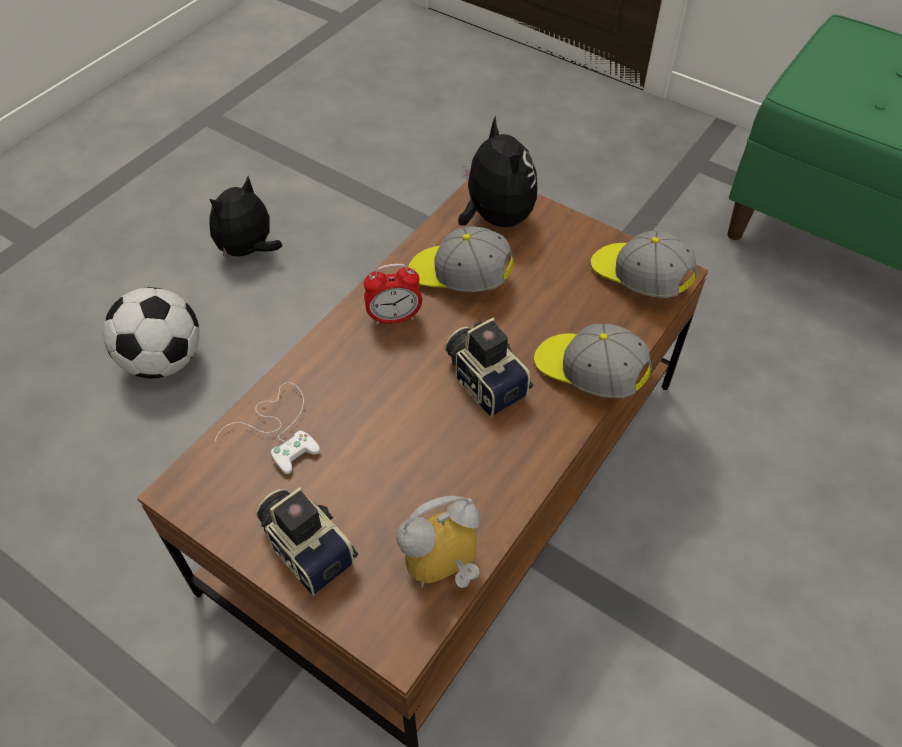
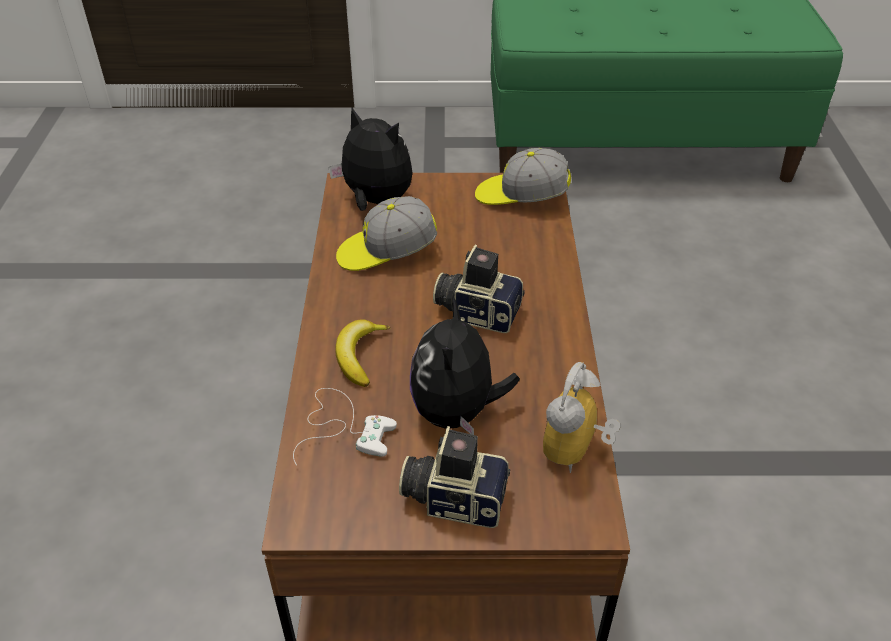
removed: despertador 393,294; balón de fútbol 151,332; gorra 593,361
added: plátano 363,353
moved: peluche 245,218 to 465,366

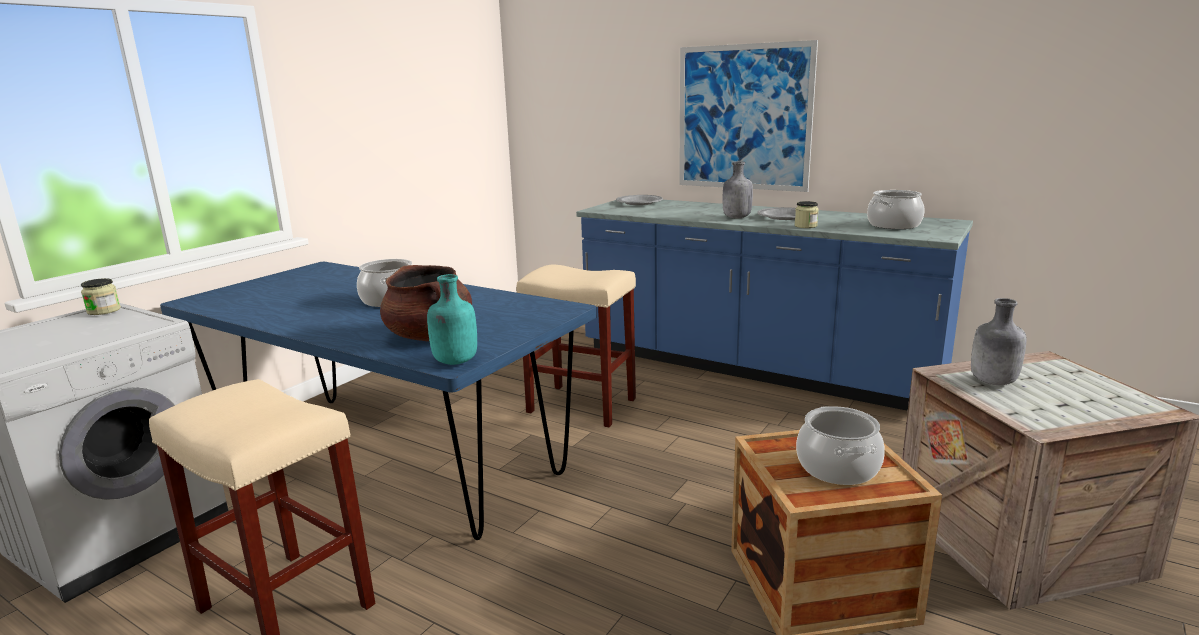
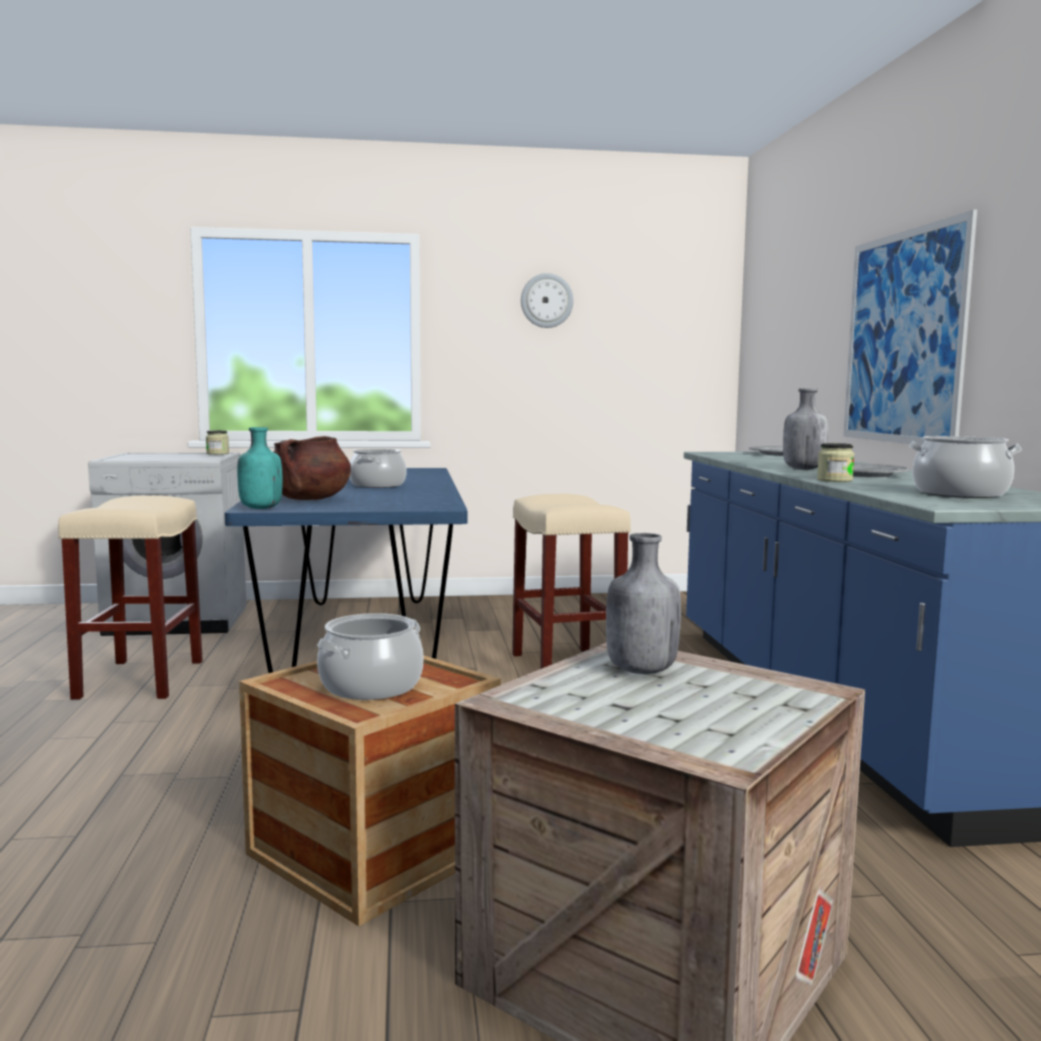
added: reloj de pared 547,300

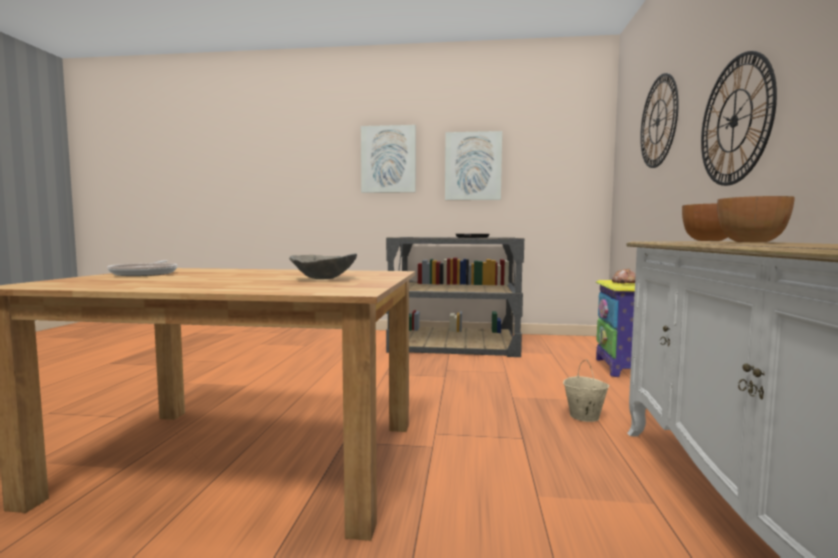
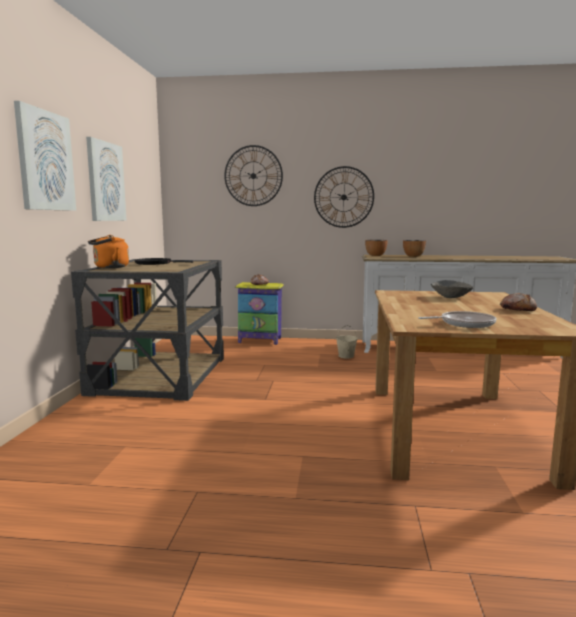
added: hervidor (naranja) 108,251; pan 518,302

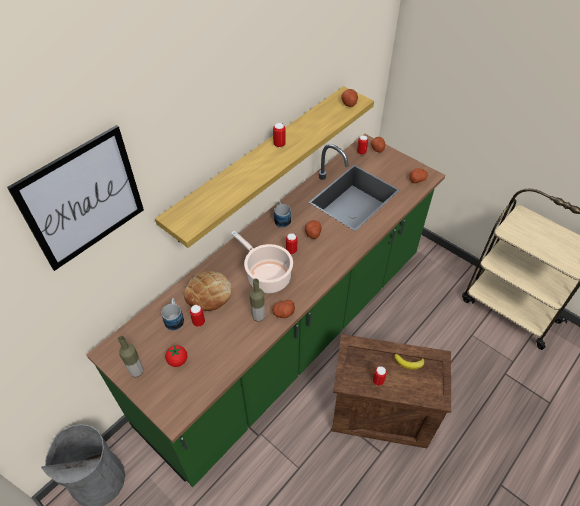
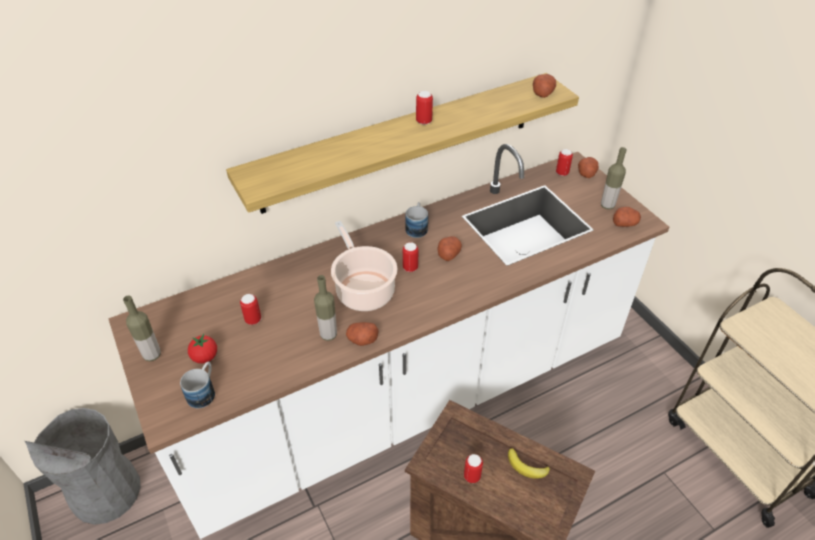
removed: cuadro 75,198; pan 208,291
added: botella 613,178
moved: taza grande 172,314 to 197,385
recoloured: mueble bajo de cocina (verde) 265,310 to mueble bajo de cocina (blanco) 388,341

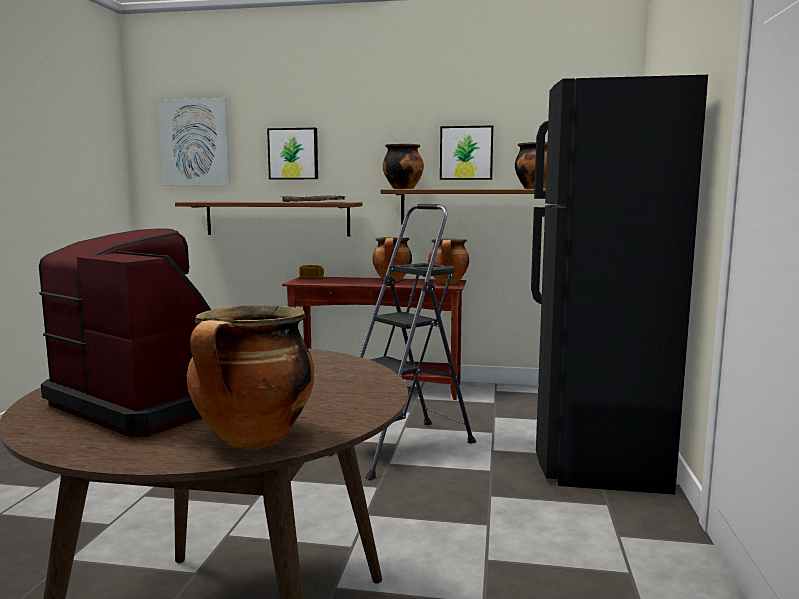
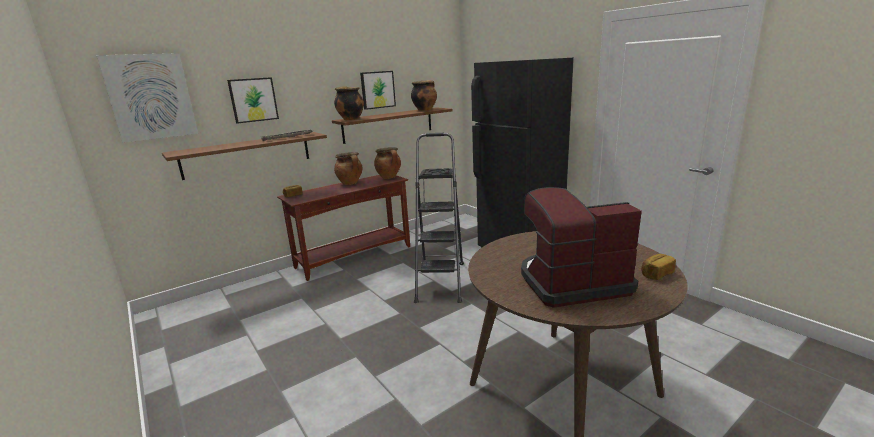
replaced: olla 250,377 to pan 658,267

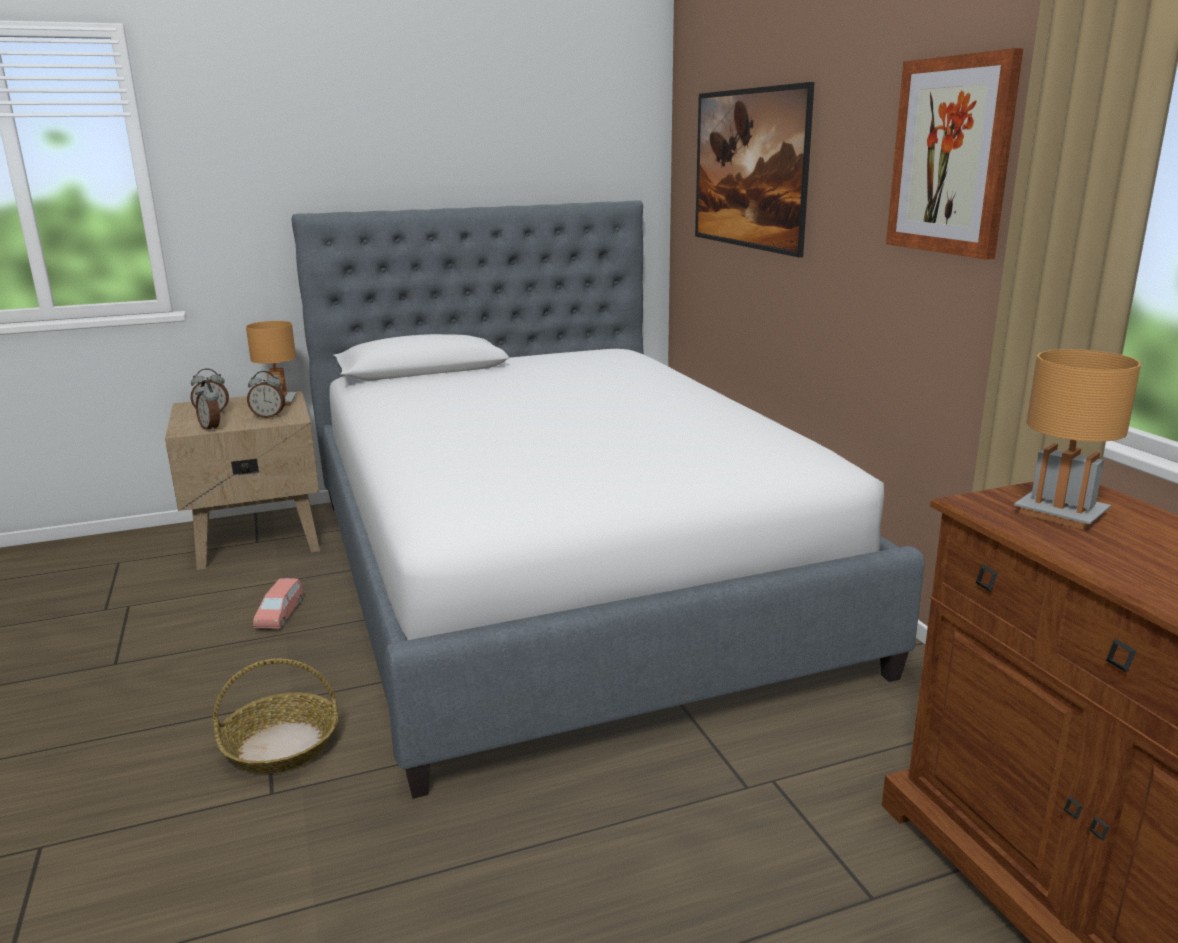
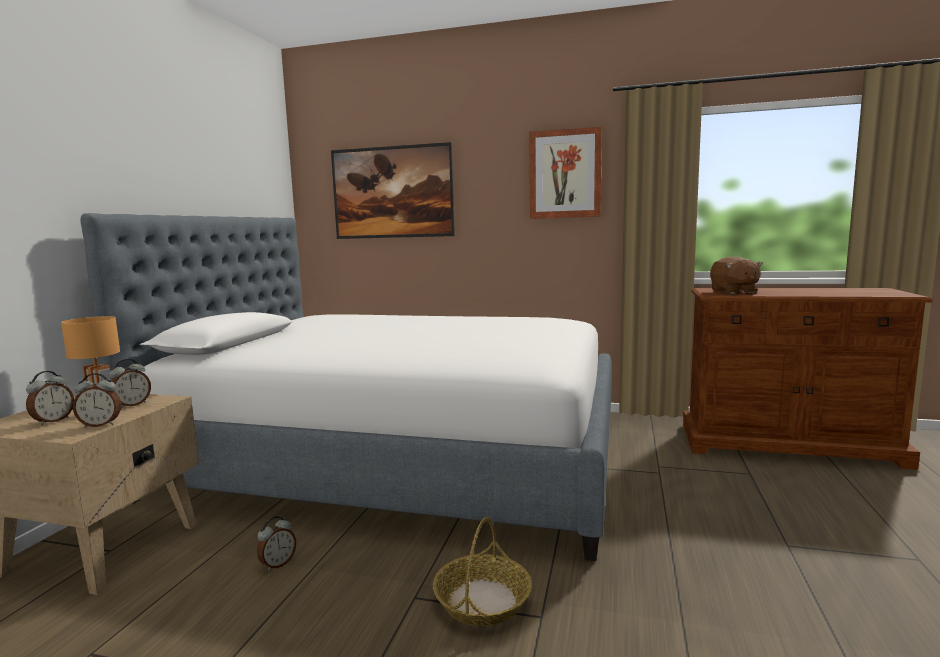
replaced: lámpara de mesa (marrón) 1077,439 to peluche (marrón) 736,275; coche de juguete (rosa) 278,603 to despertador 276,543

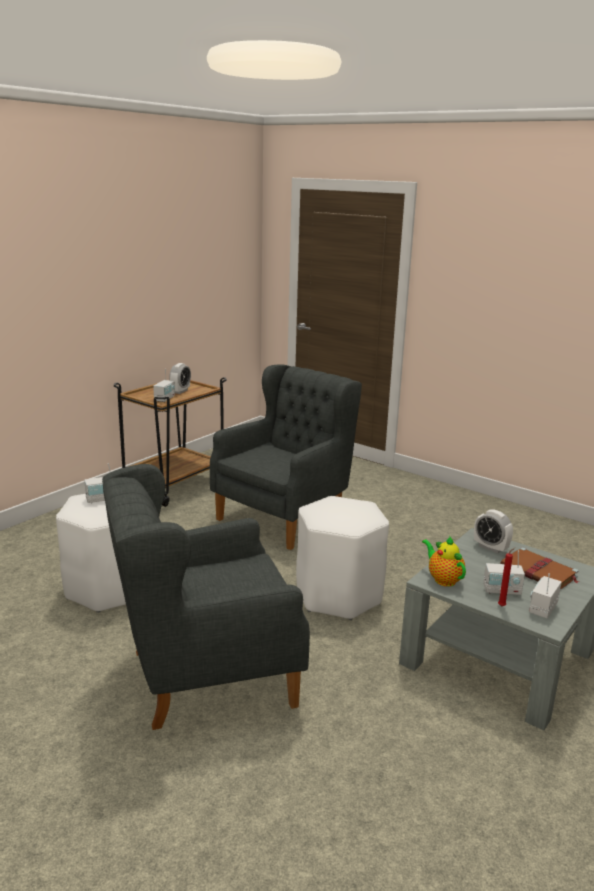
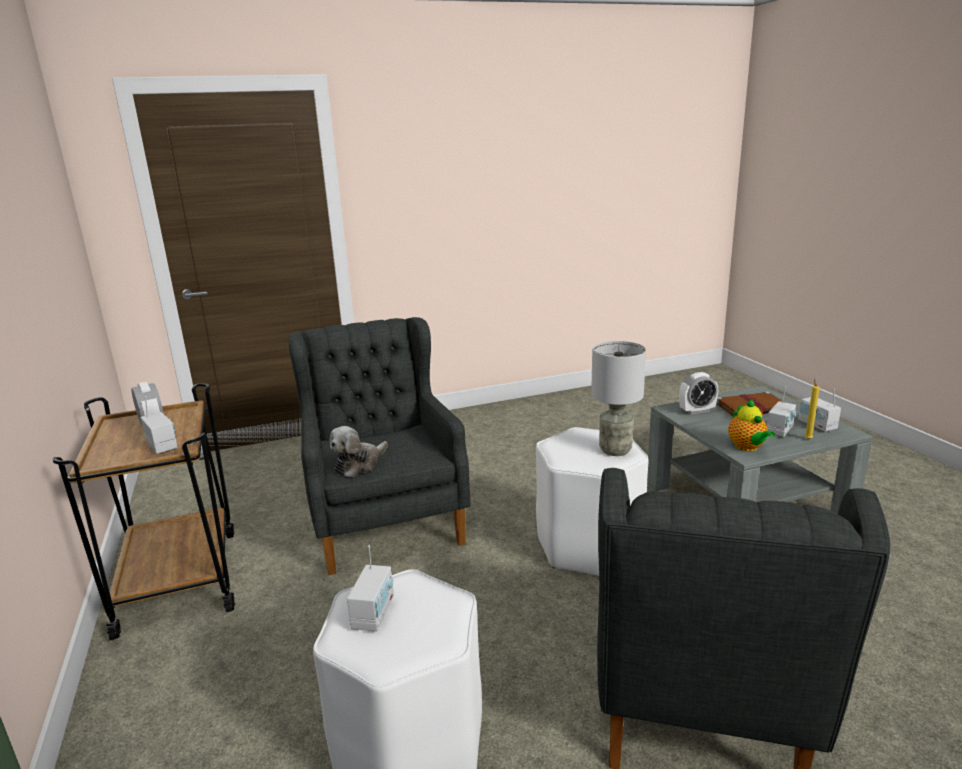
added: lámpara de mesa (gris) 618,398; peluche 358,452
recoloured: vela (rojo) 506,577 to vela (amarillo) 812,409
turned: tetera 444,561 = 751,425 105 degrees counterclockwise

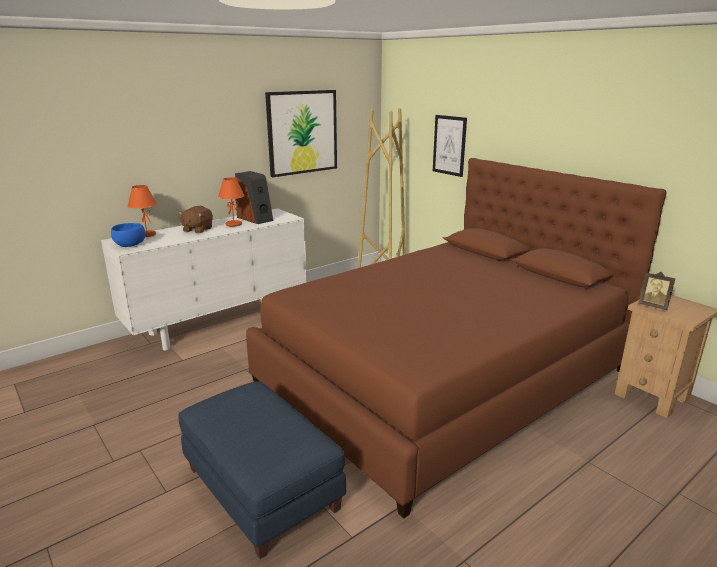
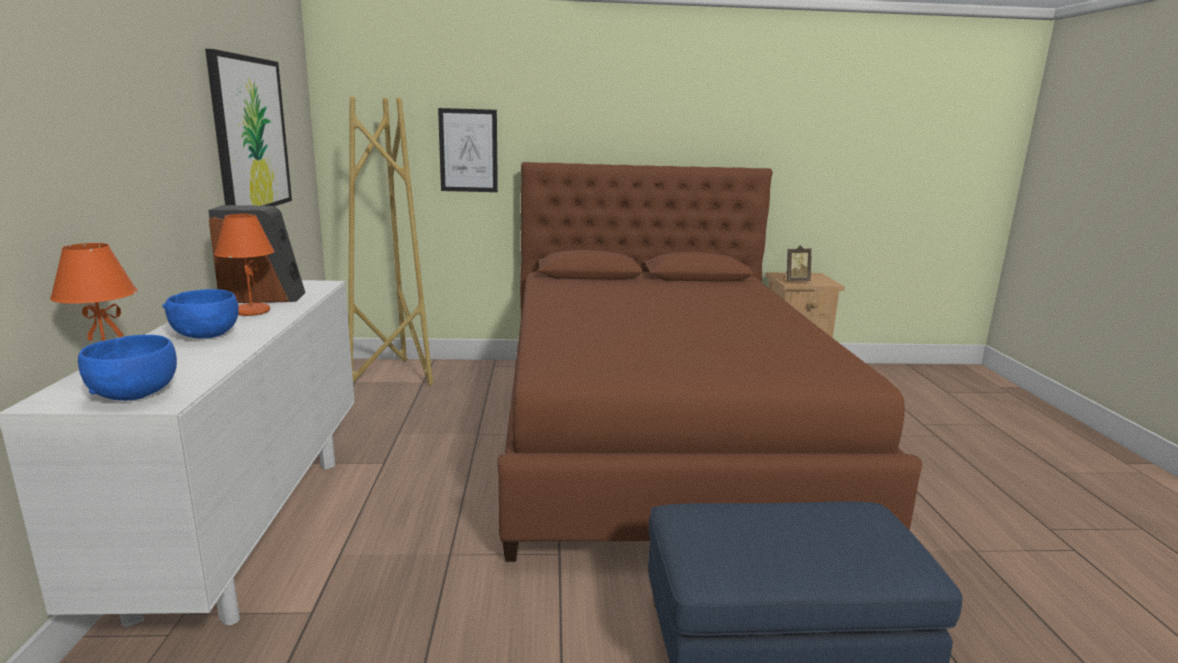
replaced: peluche (marrón) 195,220 to cuenco (azul) 201,313

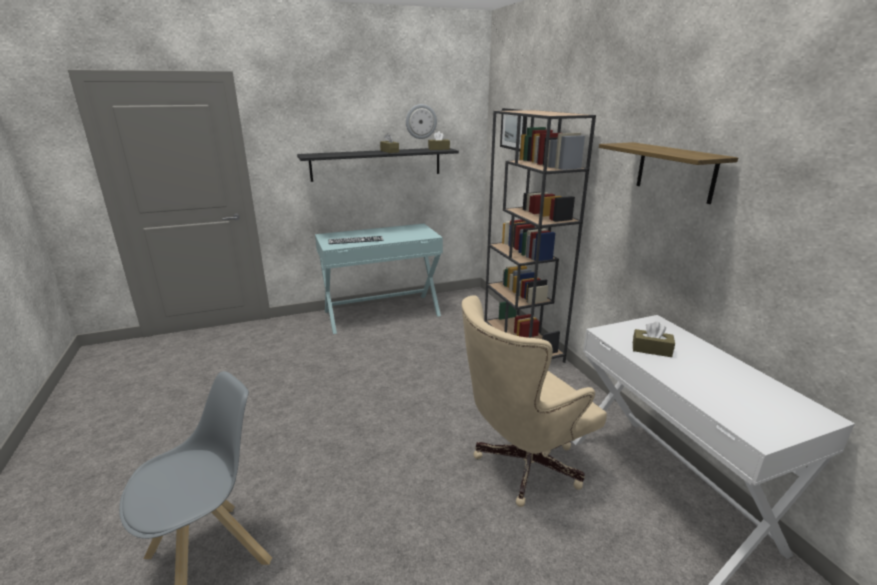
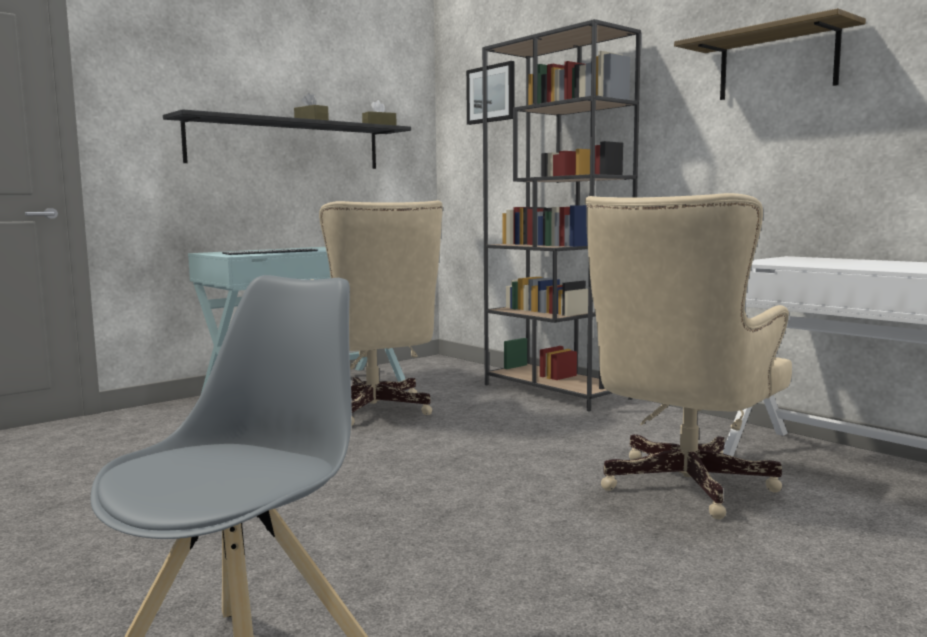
removed: reloj de pared 421,121; caja de pañuelos (marrón) 654,339
added: silla de oficina (beis) 376,313

